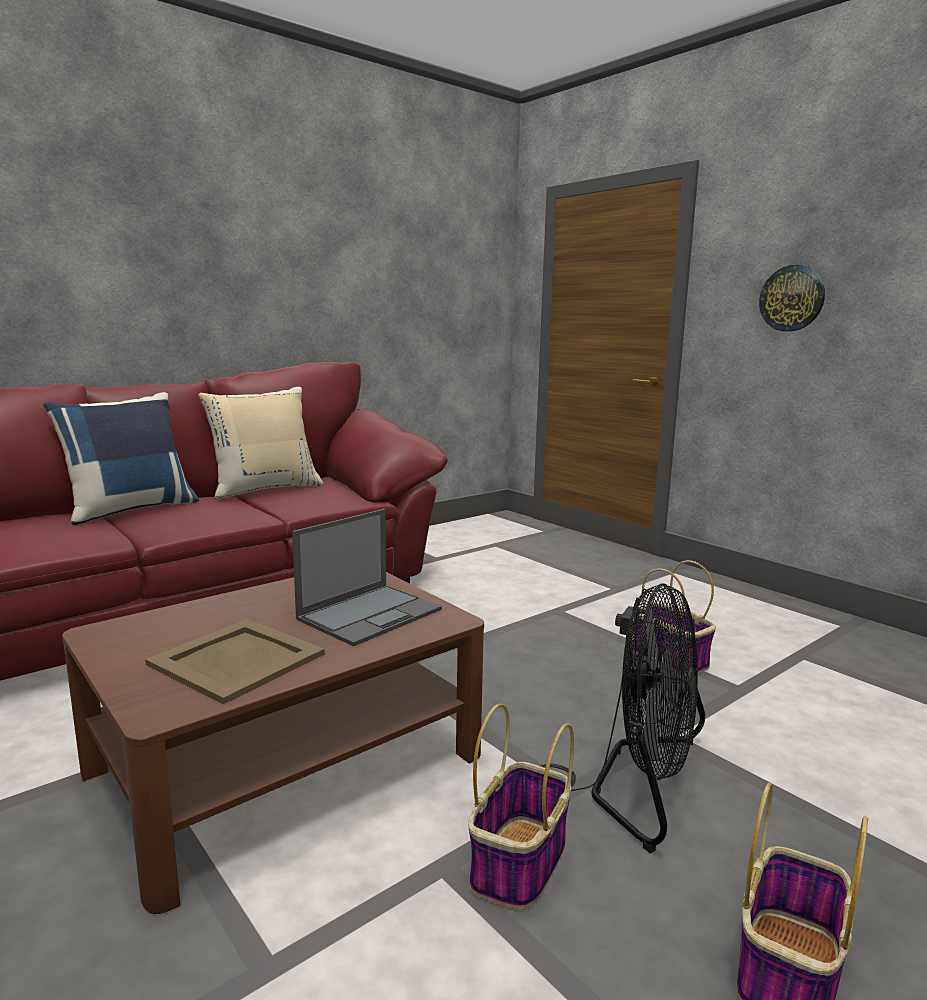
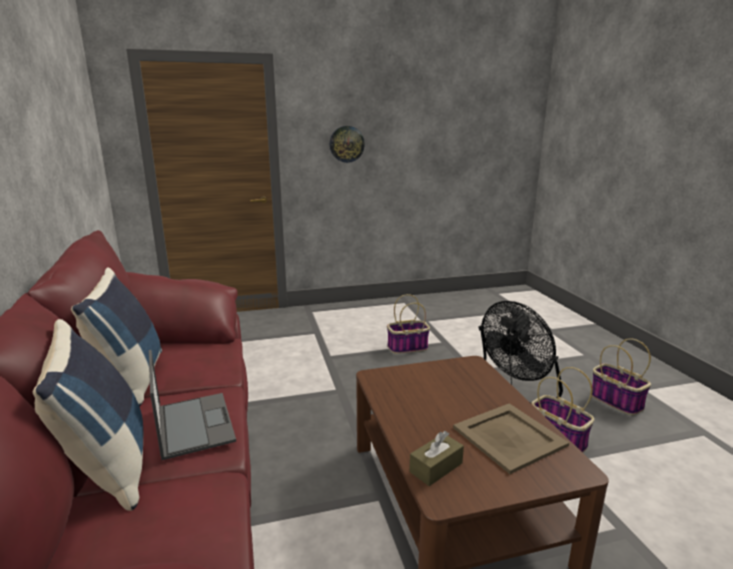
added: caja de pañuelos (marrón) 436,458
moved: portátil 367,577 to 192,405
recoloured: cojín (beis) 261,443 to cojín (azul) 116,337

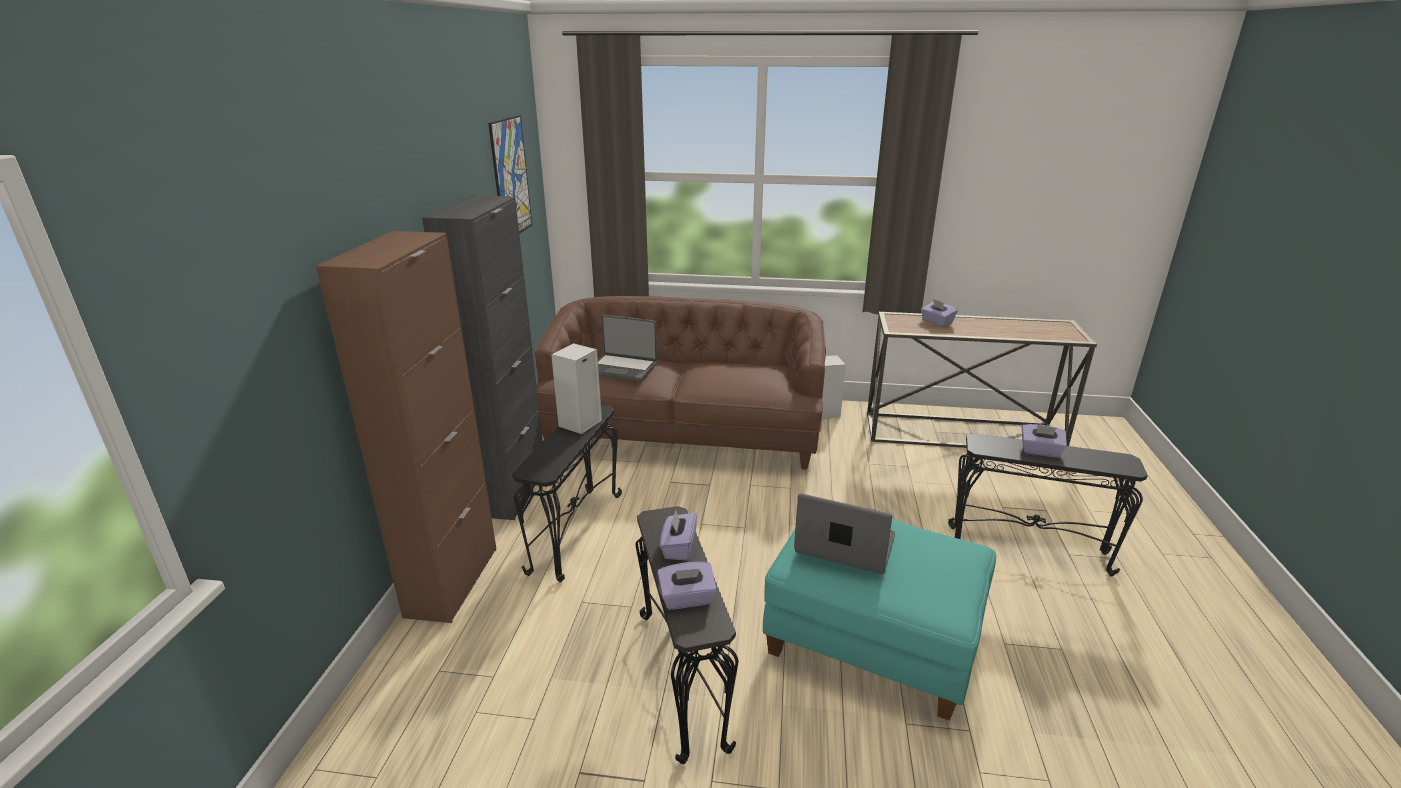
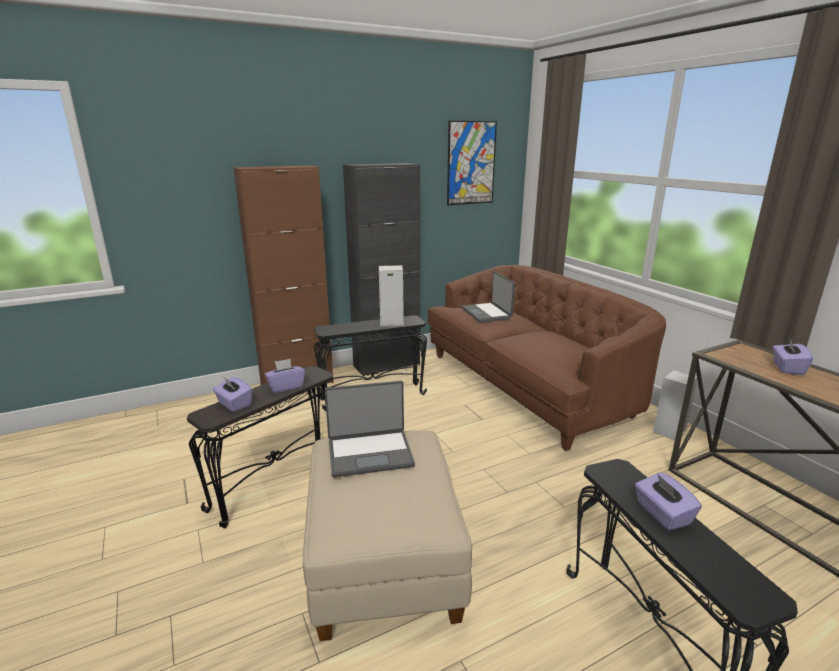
recoloured: puf (turquesa) 879,620 to puf (beis) 387,536
turned: portátil 844,533 = 370,429 90 degrees clockwise

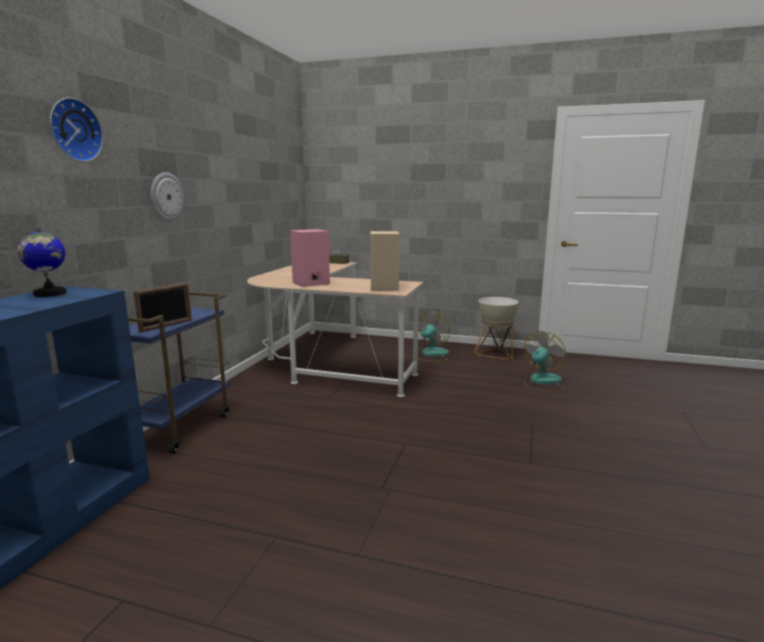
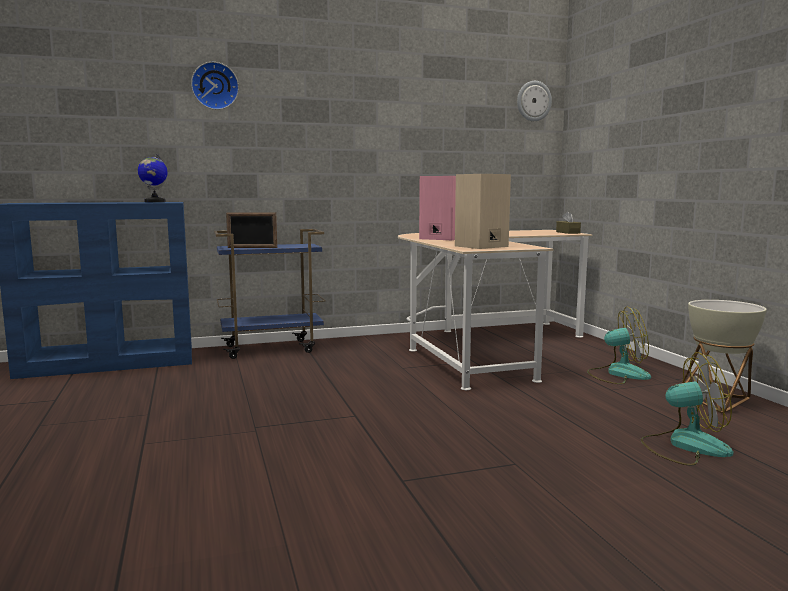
moved: reloj de pared 167,197 to 534,101

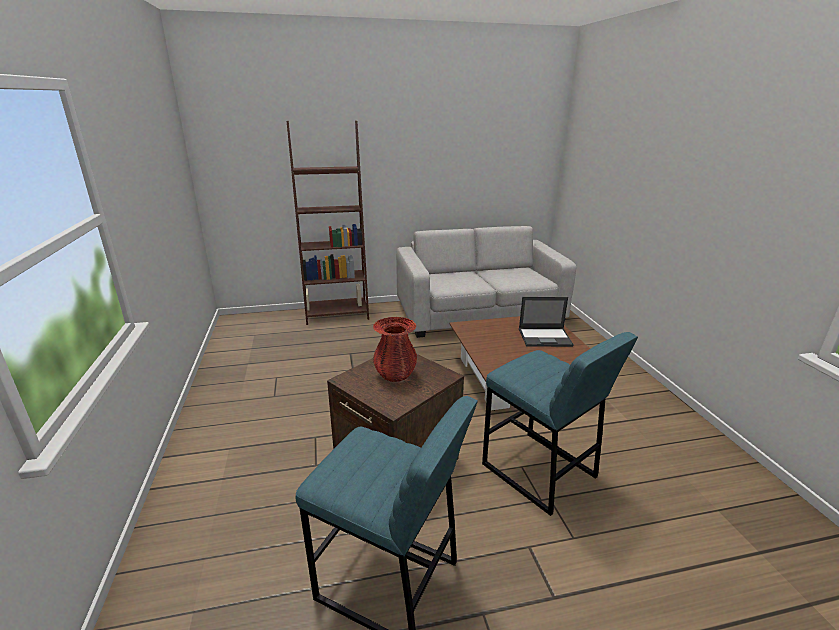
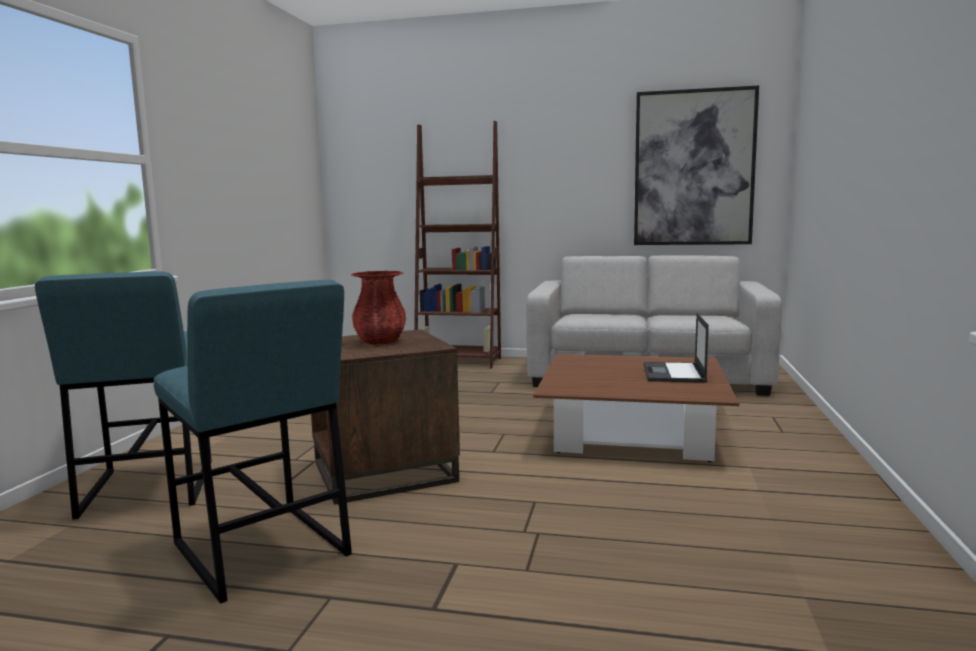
added: cuadro 696,165
moved: taburete (azul) 560,424 to 123,396
turned: portátil 546,322 = 676,348 75 degrees clockwise

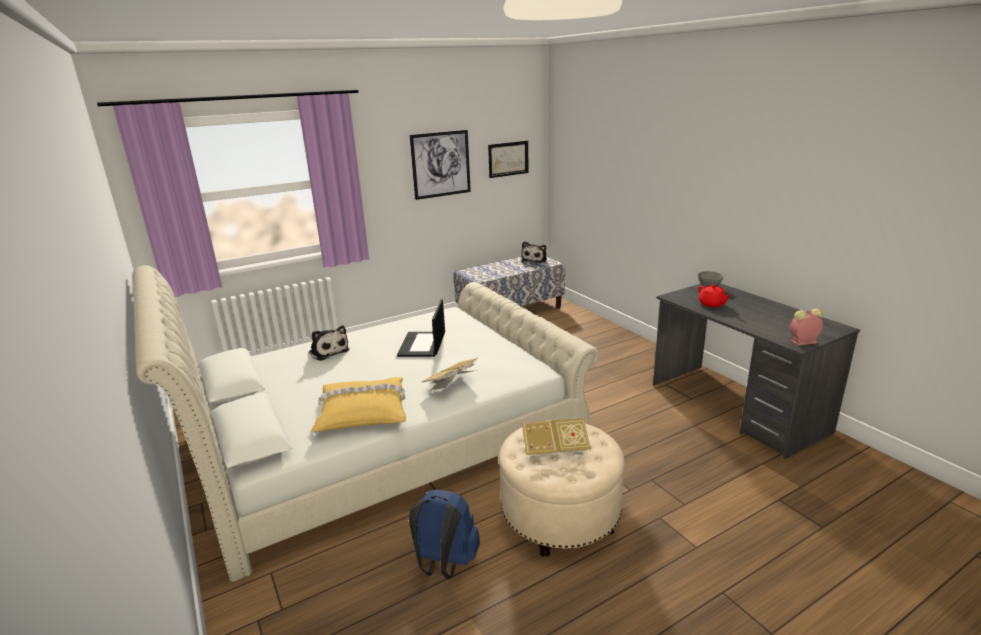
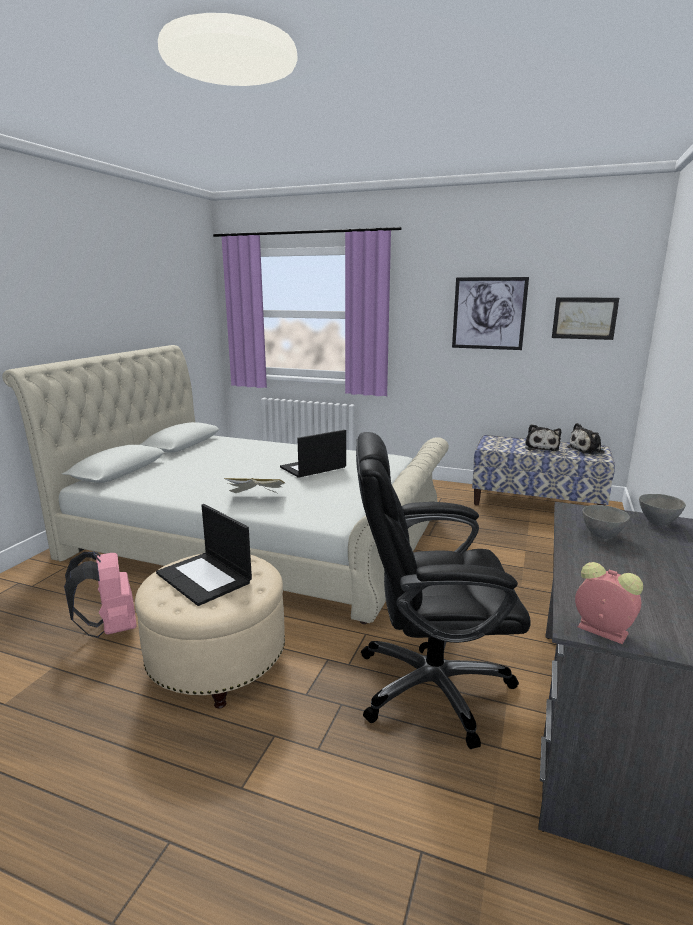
removed: cojín (amarillo) 358,404
added: silla de oficina (negro) 443,590
moved: peluche 329,343 to 543,437
replaced: tetera (rojo) 714,296 to cuenco (gris) 606,522; libro 556,439 to portátil 204,555
recoloured: mochila (azul) 444,535 to mochila (rosa) 100,594

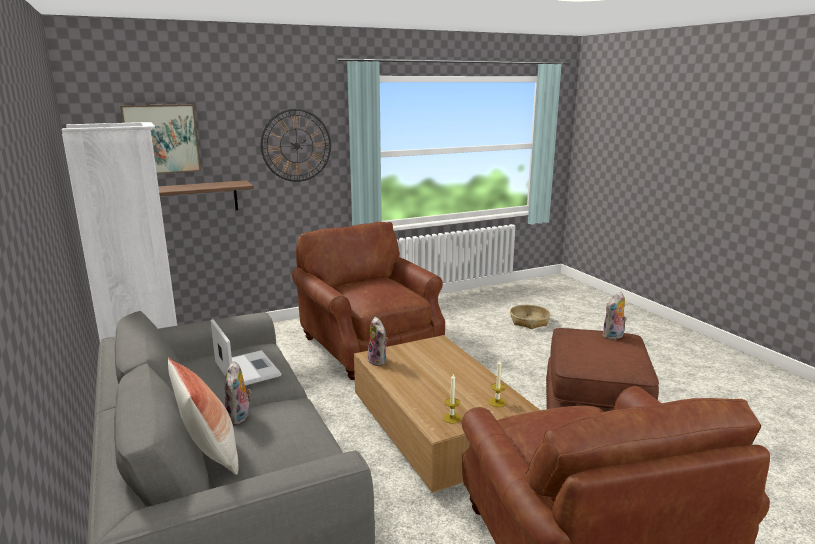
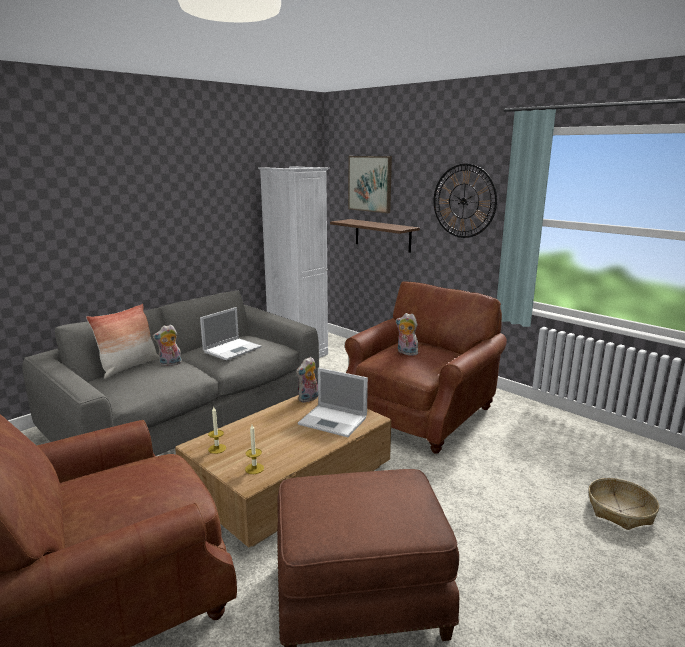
added: portátil 333,402
moved: peluche 614,315 to 408,334

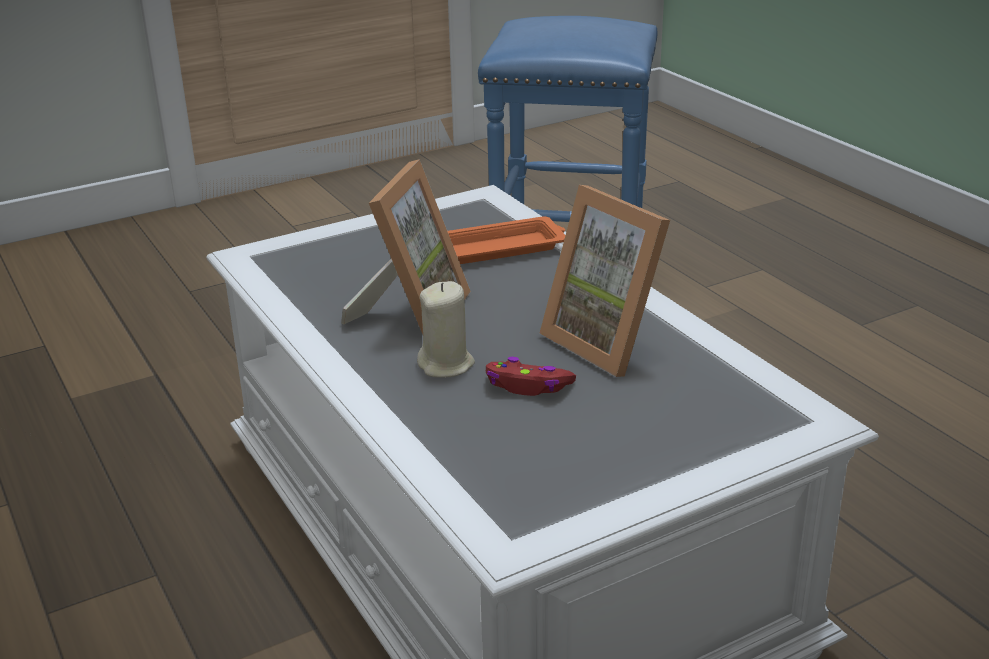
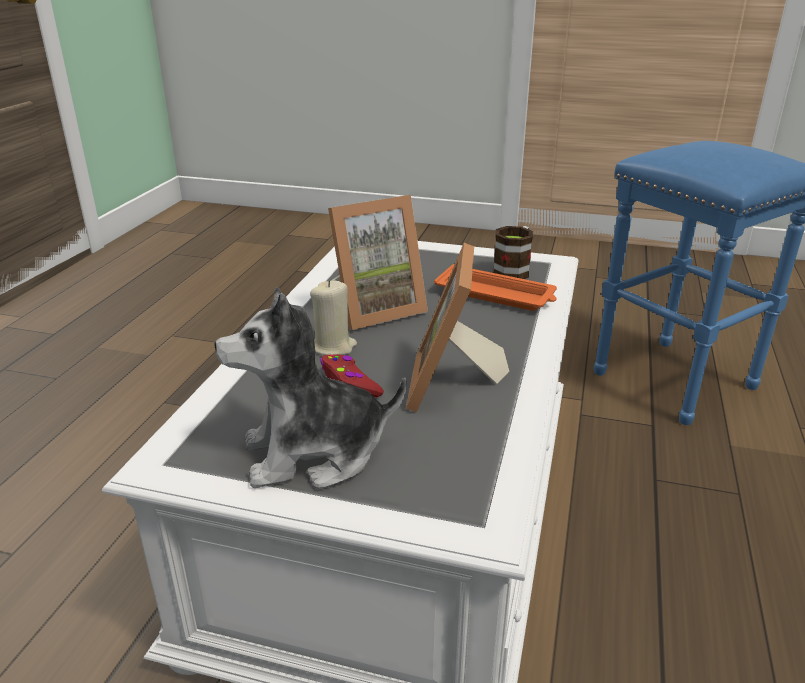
added: taza grande 513,252; peluche 311,388

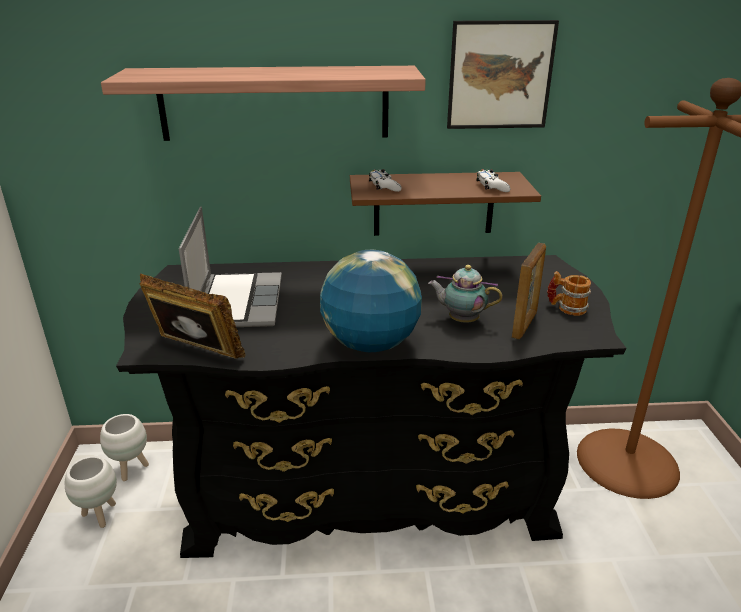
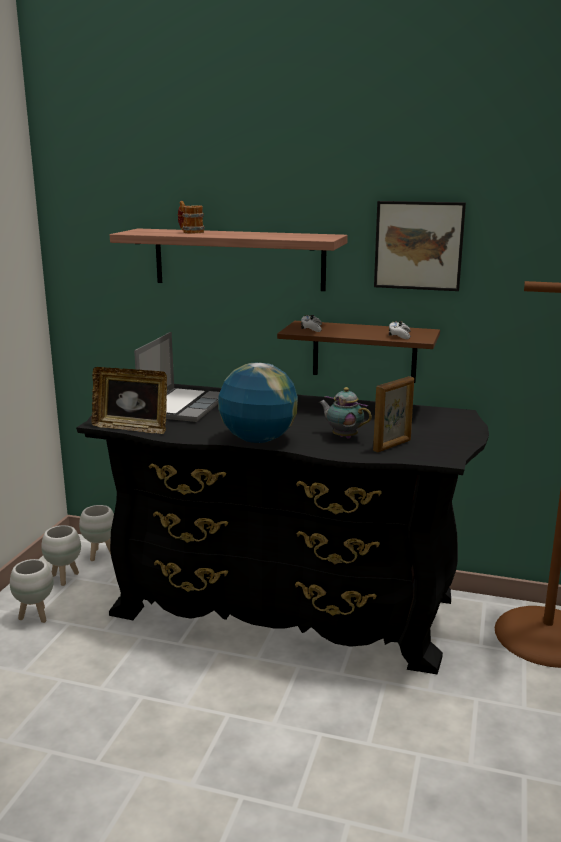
added: maceta (blanco) 32,591
moved: taza grande 569,293 to 191,217
turned: portarretratos 192,316 = 129,400 150 degrees clockwise

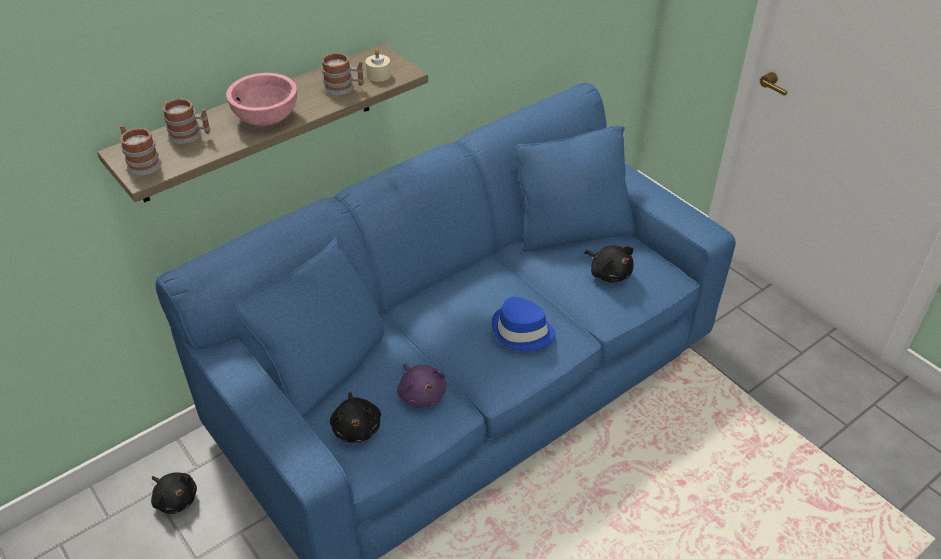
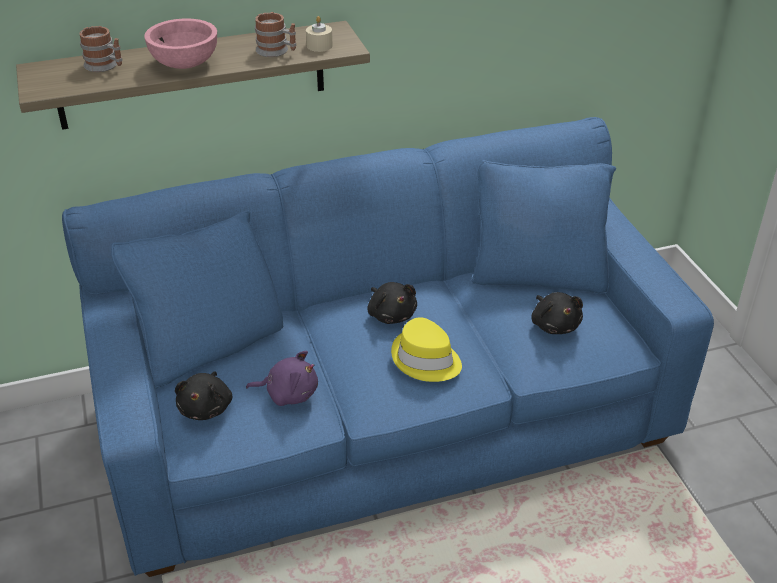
removed: taza grande 141,150
moved: peluche (negro) 174,493 to 392,303
recoloured: sombrero (azul) 524,324 to sombrero (amarillo) 426,349
turned: peluche (morado) 422,386 = 282,378 75 degrees counterclockwise

